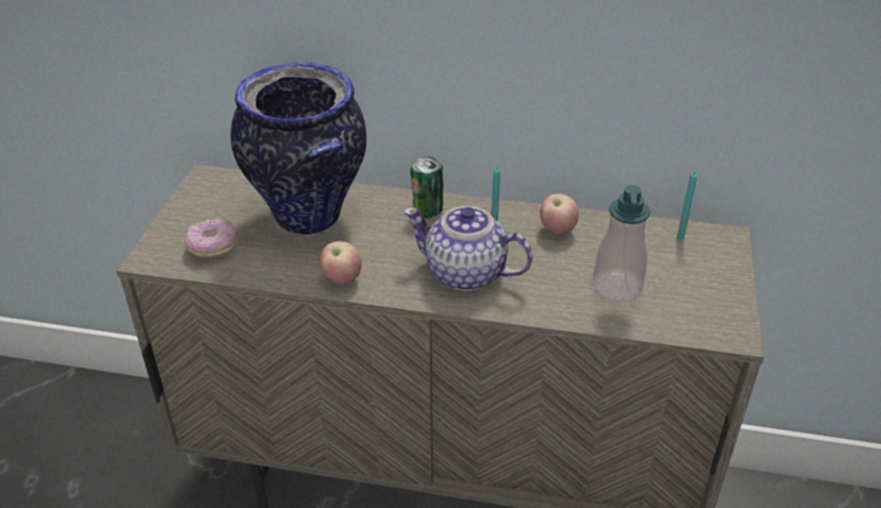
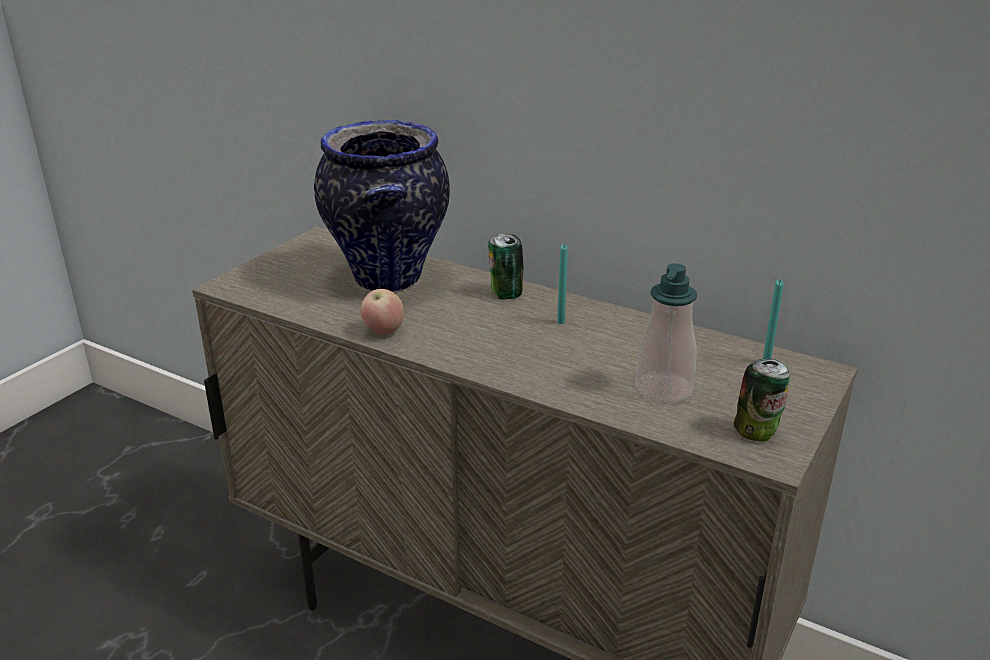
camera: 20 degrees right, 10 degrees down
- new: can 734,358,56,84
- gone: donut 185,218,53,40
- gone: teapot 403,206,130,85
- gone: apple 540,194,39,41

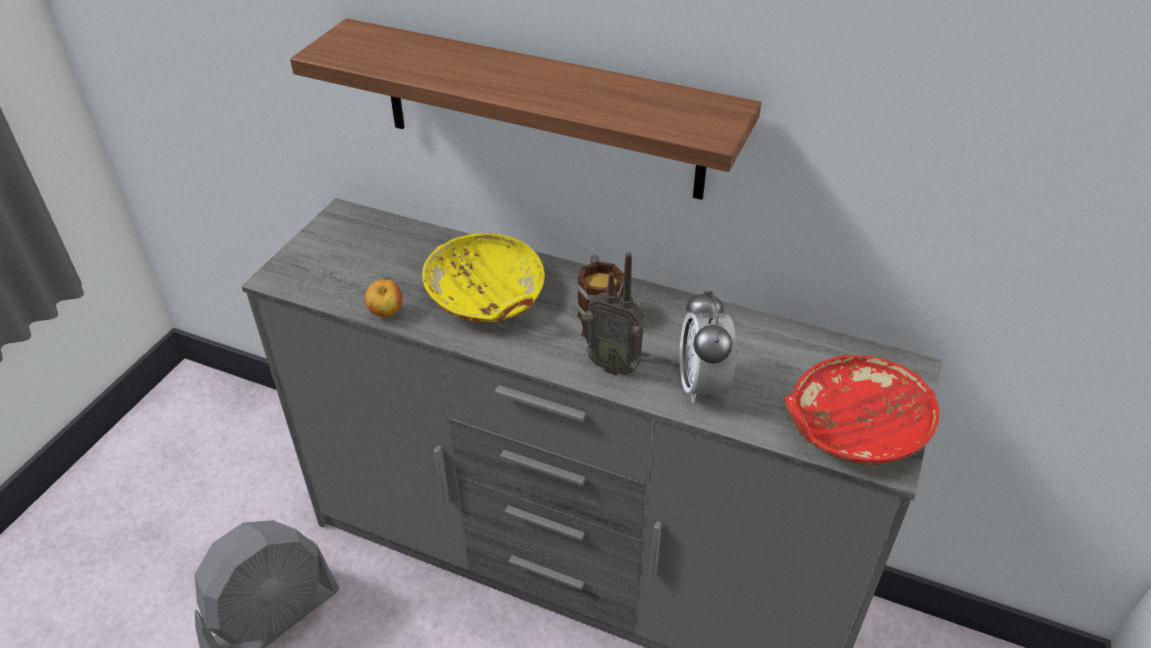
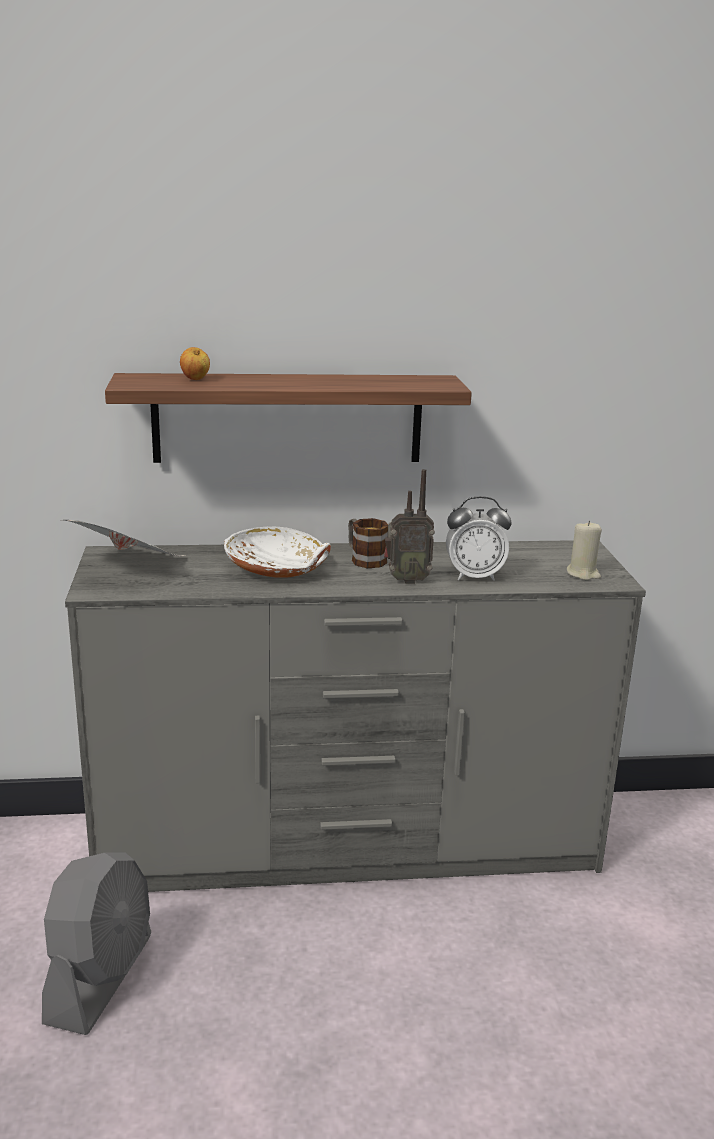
camera: 30 degrees left, 20 degrees down
- new: newspaper 64,520,122,36
- shifted: apple 365,279,38,38 to 180,347,30,33
- repainted: yellow bowl 422,233,123,90 to white bowl 224,527,107,51
- rotated: alarm clock 680,289,56,114 = 446,496,65,85 60 degrees counterclockwise
- swapped: red bowl 784,355,155,110 to beige candle 567,521,35,59

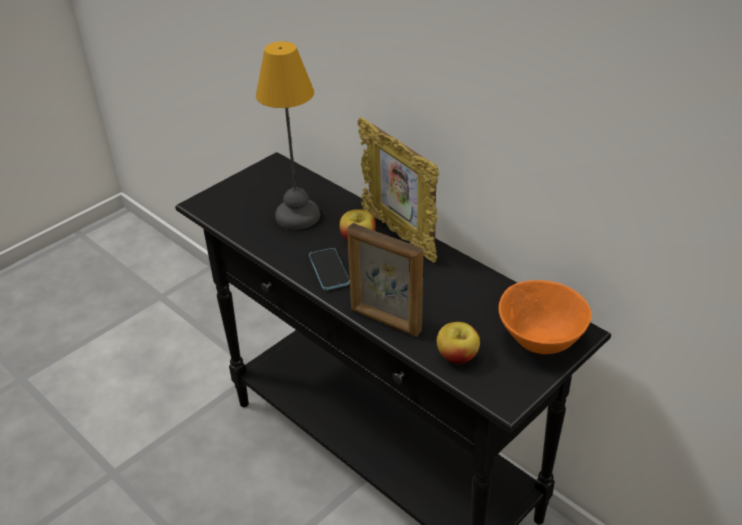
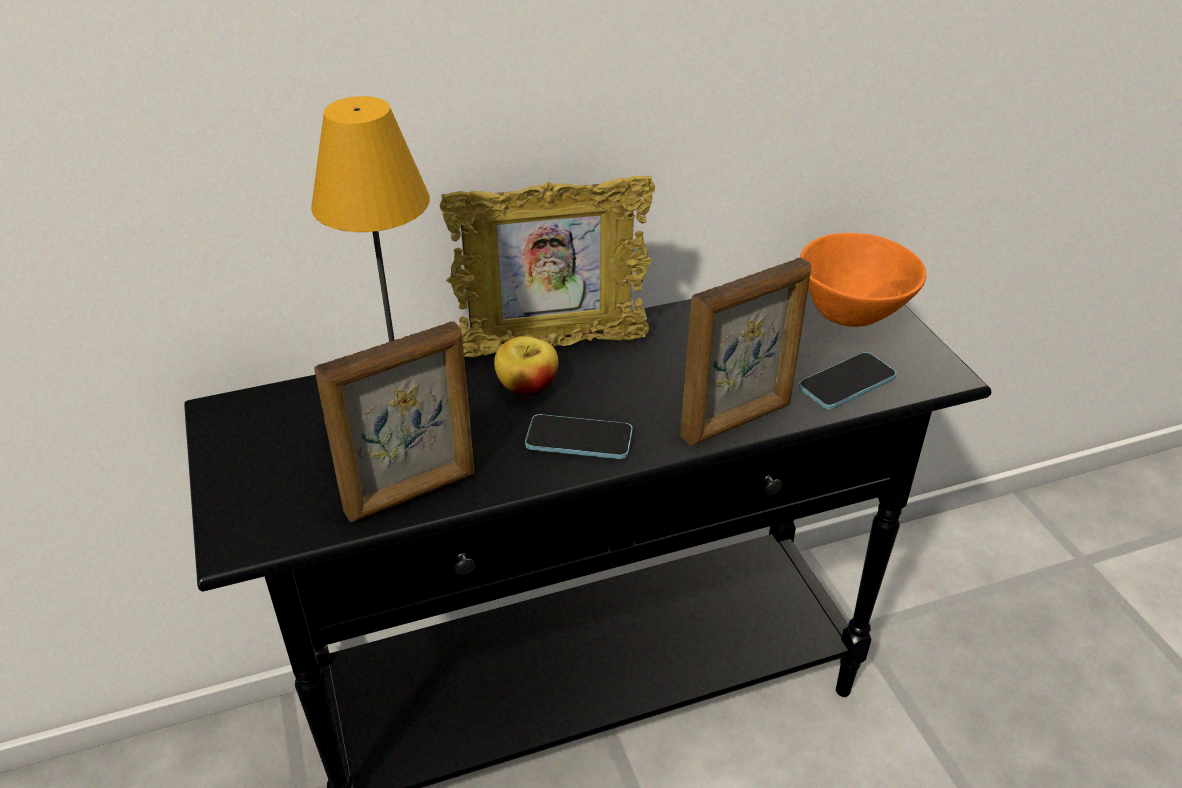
camera: 65 degrees left, 0 degrees up
- new: picture frame 314,321,161,201
- swapped: apple 437,322,43,42 to phone 799,352,97,57

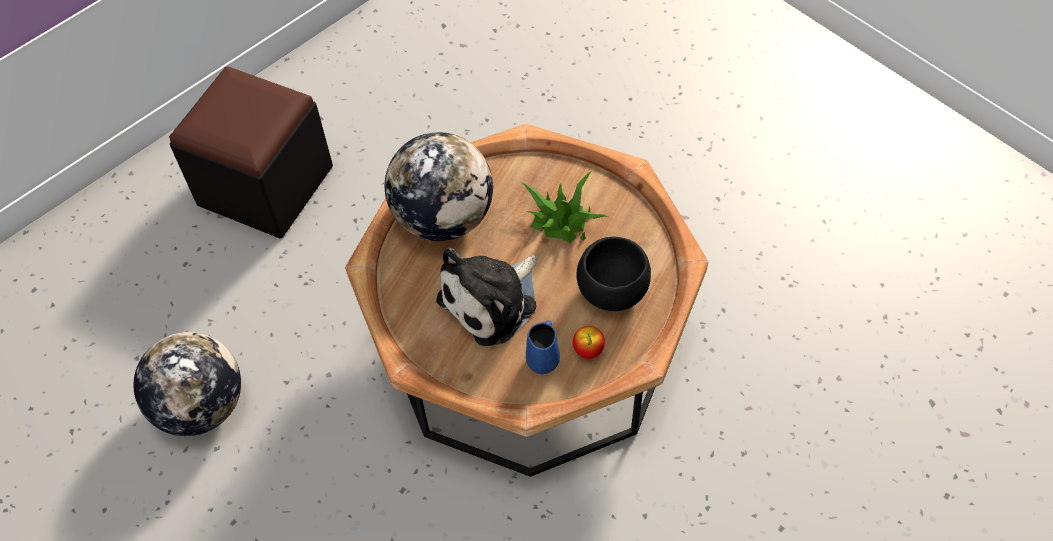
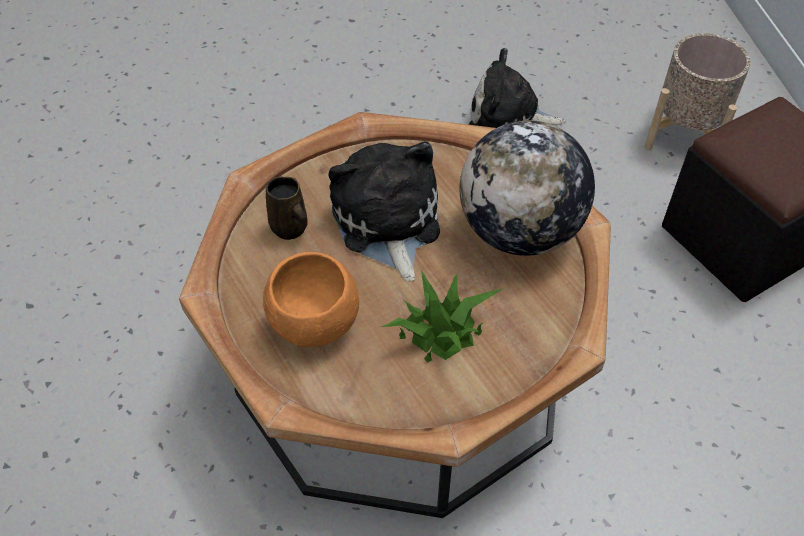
camera: 120 degrees right, 5 degrees down
- repainted: black bowl 577,237,74,74 to orange bowl 263,252,96,95
- repainted: blue mug 526,320,34,54 to brown mug 266,176,42,64
- swapped: globe 133,332,108,104 to plush toy 469,48,97,80
- new: beige planter 645,33,105,117
- gone: apple 573,326,32,33

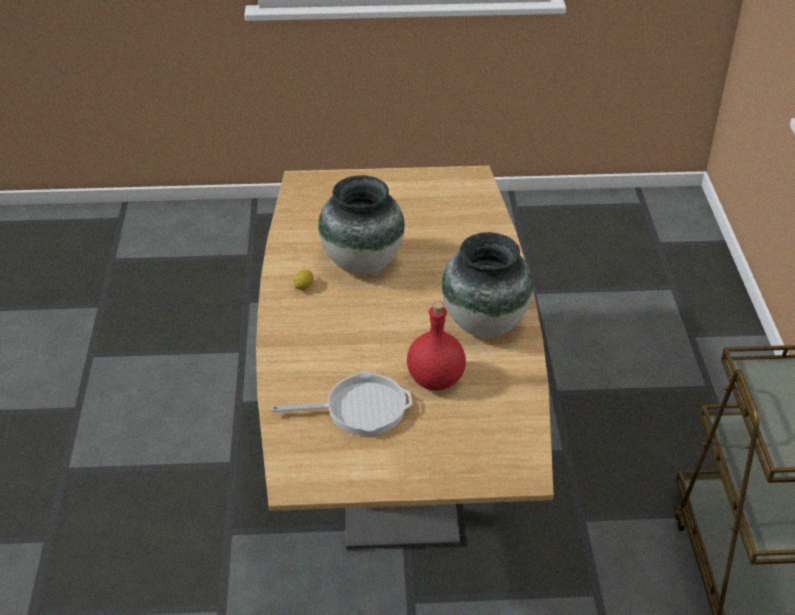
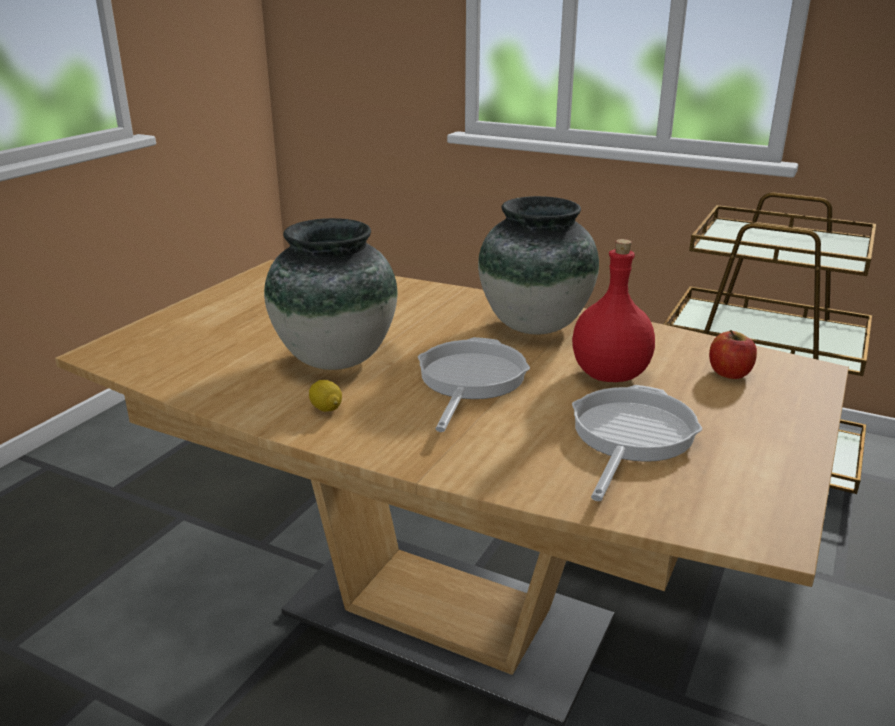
camera: 60 degrees left, 15 degrees down
- new: frying pan 418,337,112,95
- new: apple 709,330,48,49

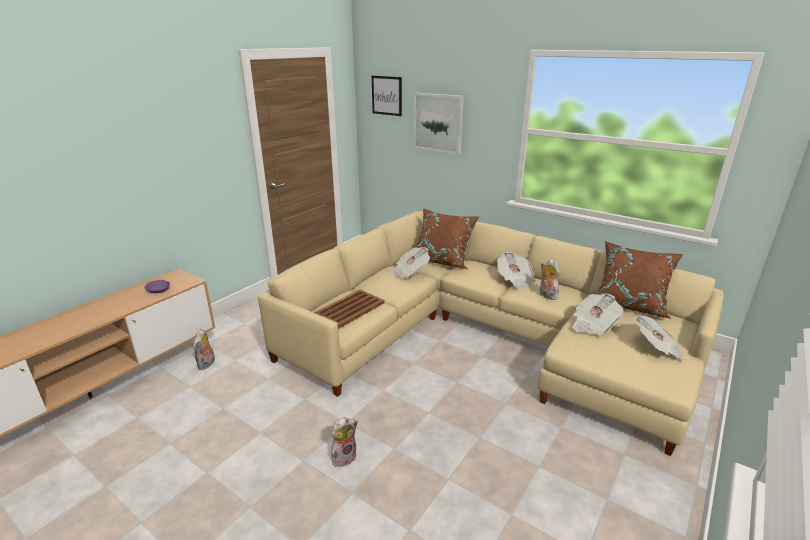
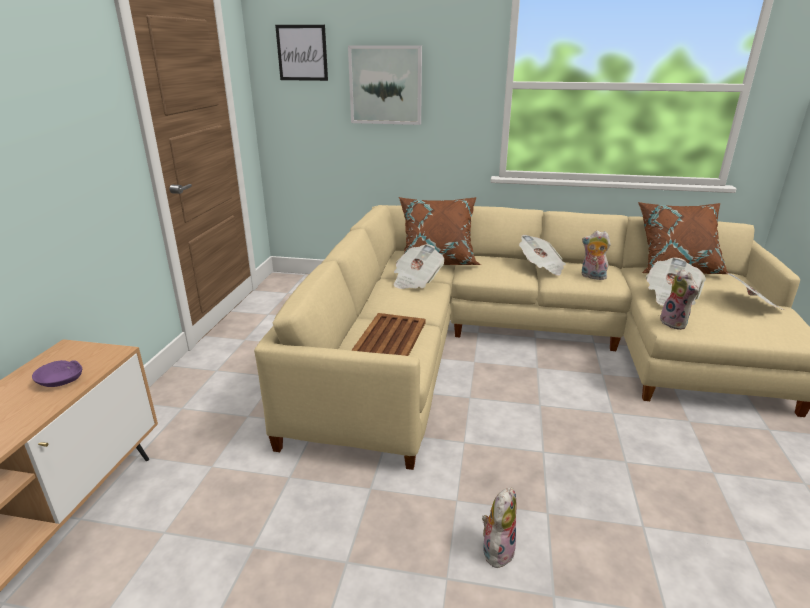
camera: 25 degrees left, 0 degrees up
- shifted: plush toy 192,329,23,41 to 660,269,39,61

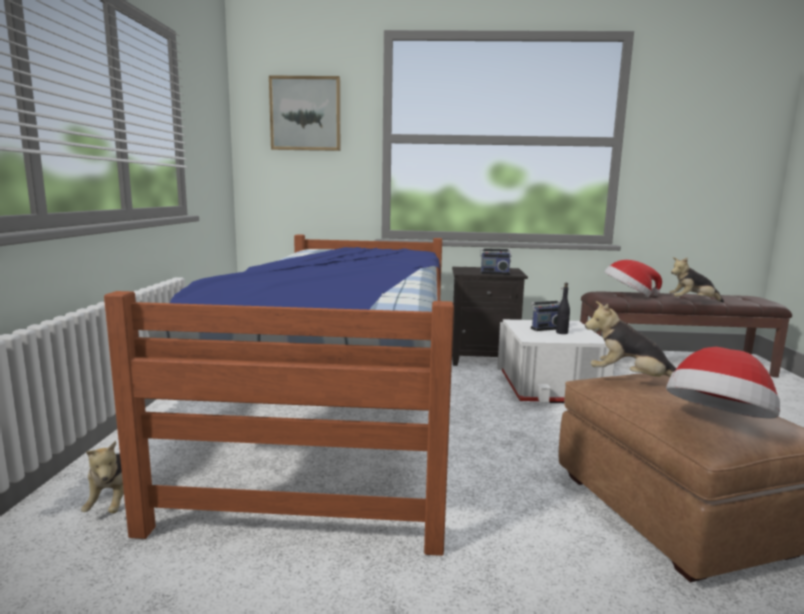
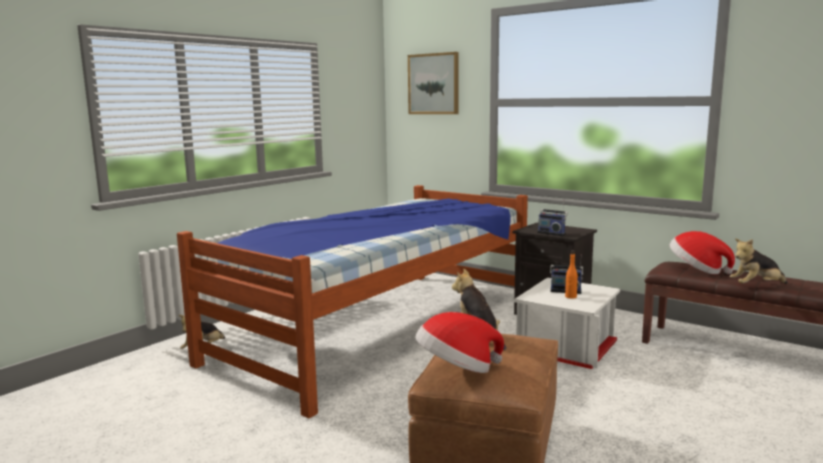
camera: 35 degrees right, 0 degrees up
- repainted: black bottle 556,283,14,51 to orange bottle 565,250,13,49
- rotated: plush toy 669,257,55,45 = 730,238,58,46 45 degrees counterclockwise

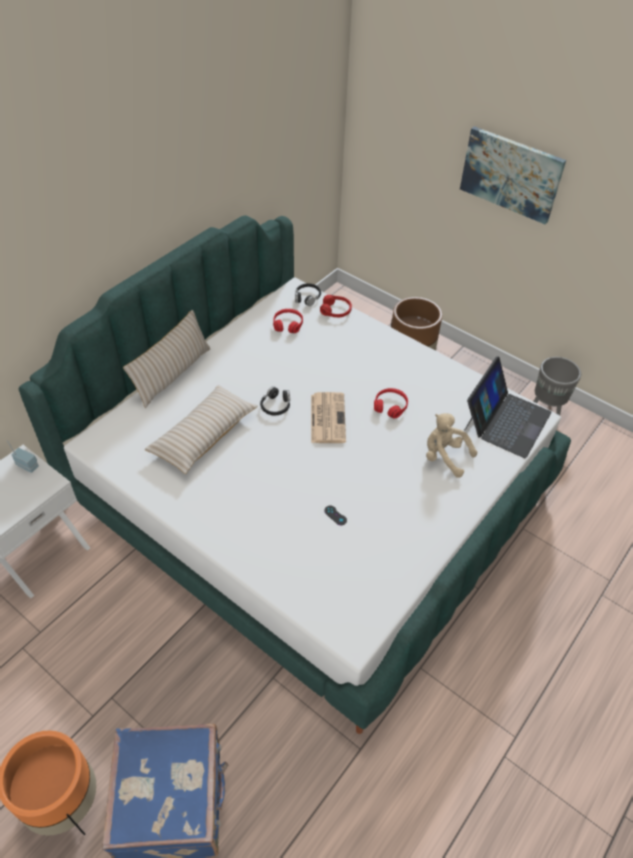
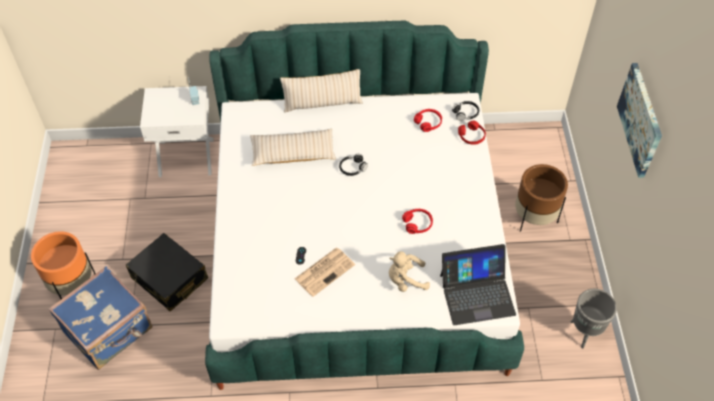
camera: 50 degrees right, 5 degrees up
- new: black suitcase 126,233,82,78
- shifted: newspaper 311,392,35,51 to 295,248,60,49
- rotated: beige plush toy 426,413,52,65 = 389,251,41,41 90 degrees counterclockwise

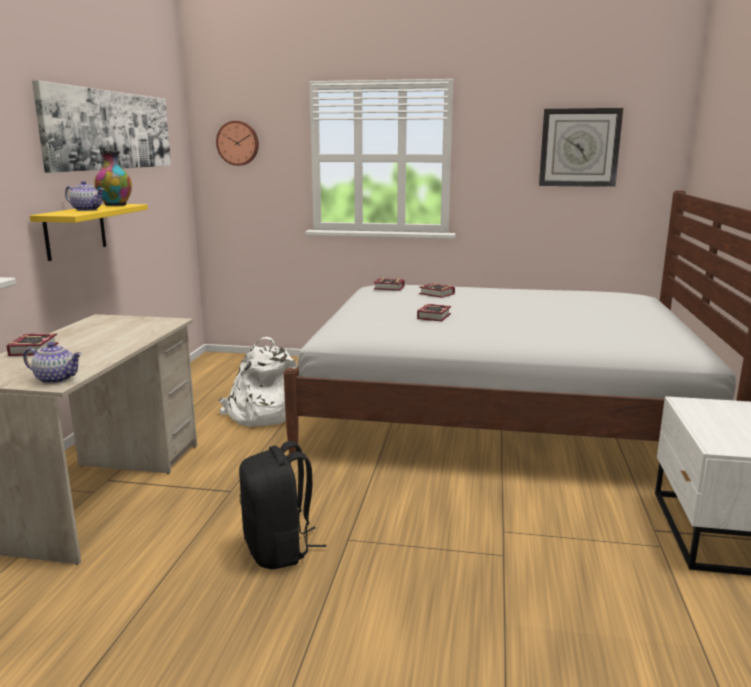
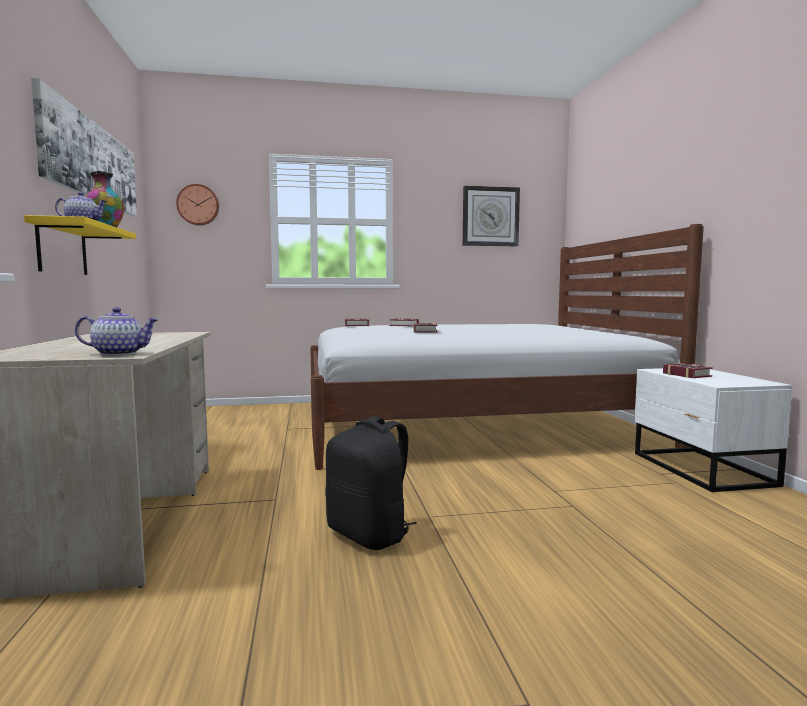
camera: 20 degrees left, 10 degrees down
- shifted: book 6,333,53,23 to 663,363,50,15
- gone: white backpack 219,337,78,90

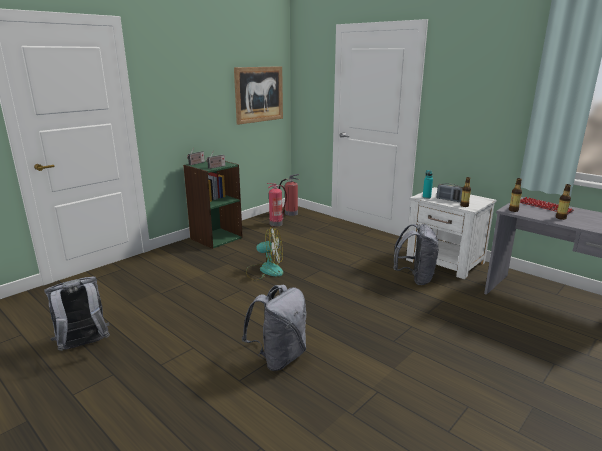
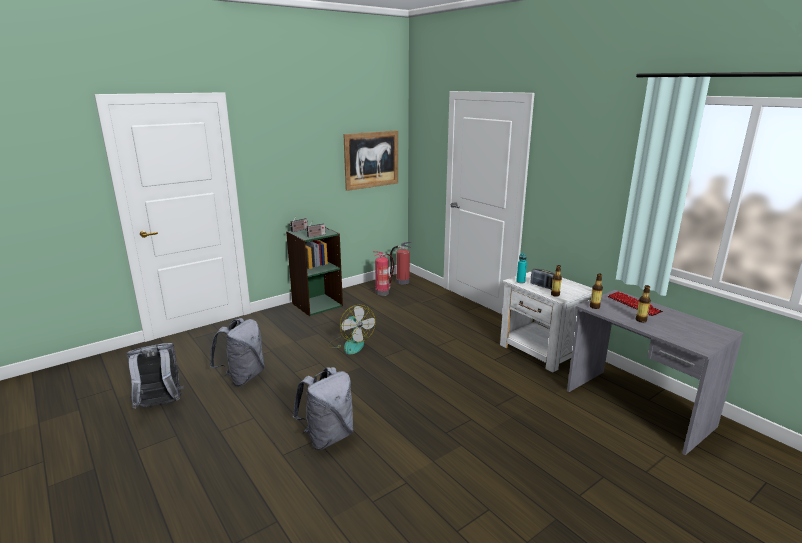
camera: 10 degrees right, 0 degrees up
- shifted: grey backpack 393,224,46,61 to 210,318,55,68
- rotated: fan 246,227,37,53 = 328,305,48,49 45 degrees clockwise

